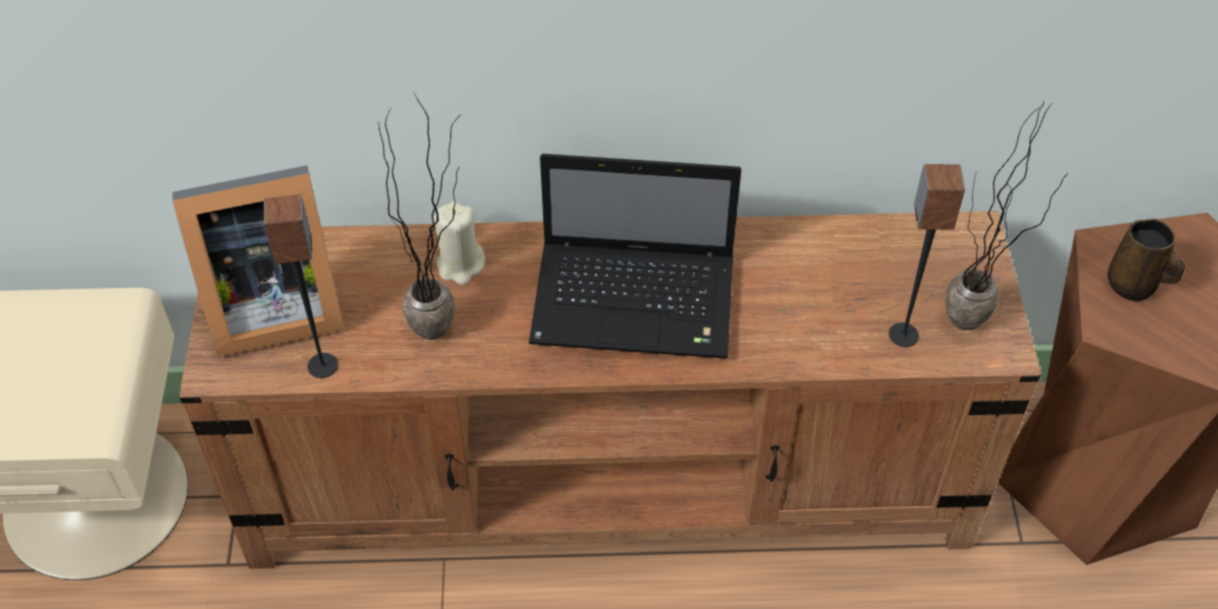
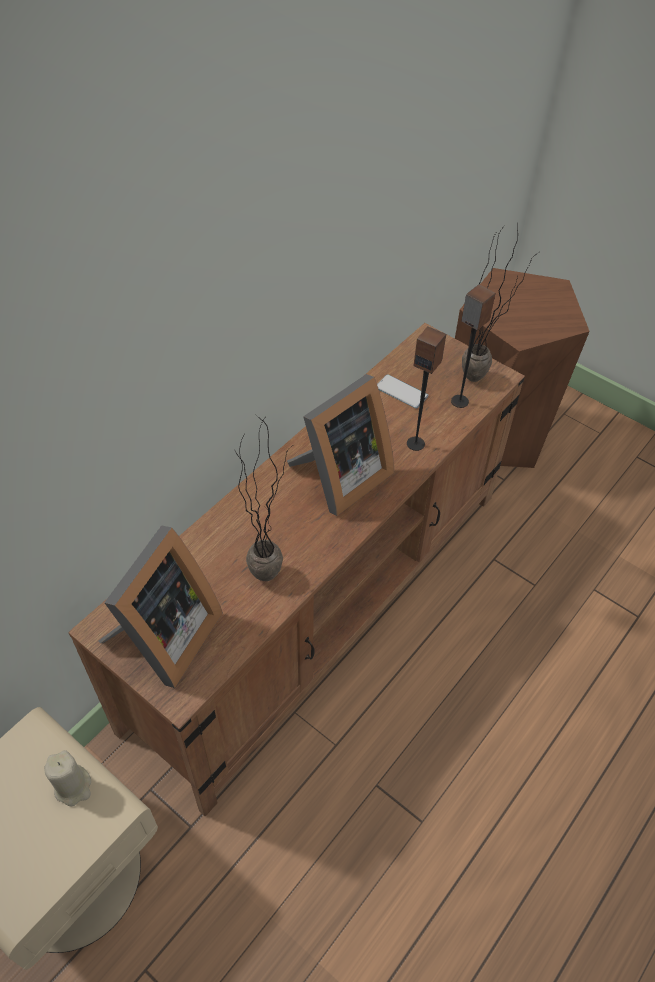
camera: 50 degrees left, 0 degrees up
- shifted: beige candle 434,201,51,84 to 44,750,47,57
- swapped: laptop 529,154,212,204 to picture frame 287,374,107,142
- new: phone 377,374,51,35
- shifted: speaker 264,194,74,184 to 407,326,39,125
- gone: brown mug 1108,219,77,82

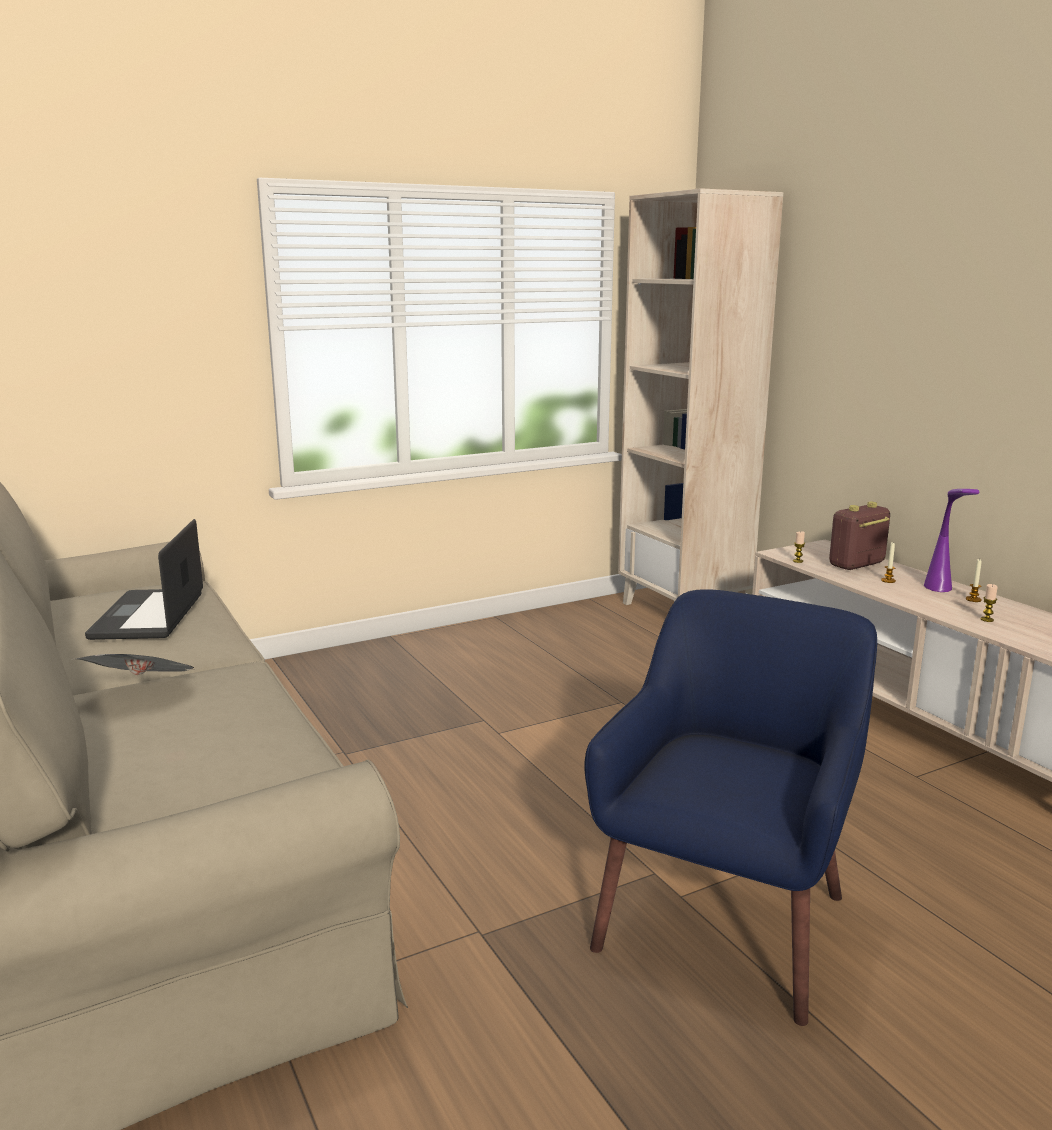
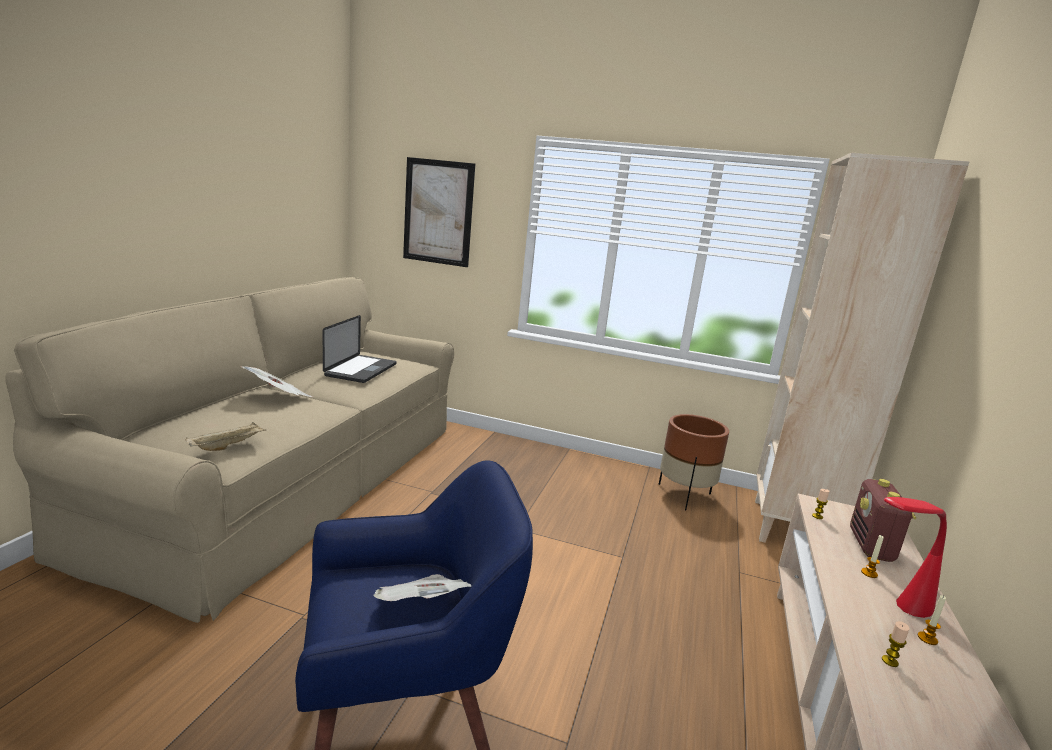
camera: 45 degrees right, 0 degrees up
- new: beige tray 185,422,81,29
- rotated: laptop 85,519,118,121 = 323,315,74,68 150 degrees clockwise
- new: newspaper 373,574,99,27
- new: picture 403,157,72,110
- new: brown planter 659,414,70,96
- rotated: radio 829,502,61,68 = 850,479,66,83 90 degrees counterclockwise
- repainted: purple table lamp 924,489,55,103 to red table lamp 884,497,63,121

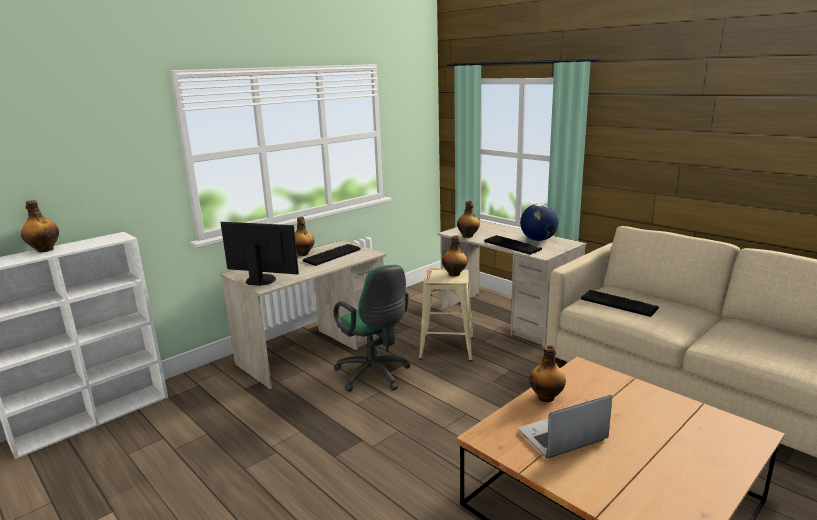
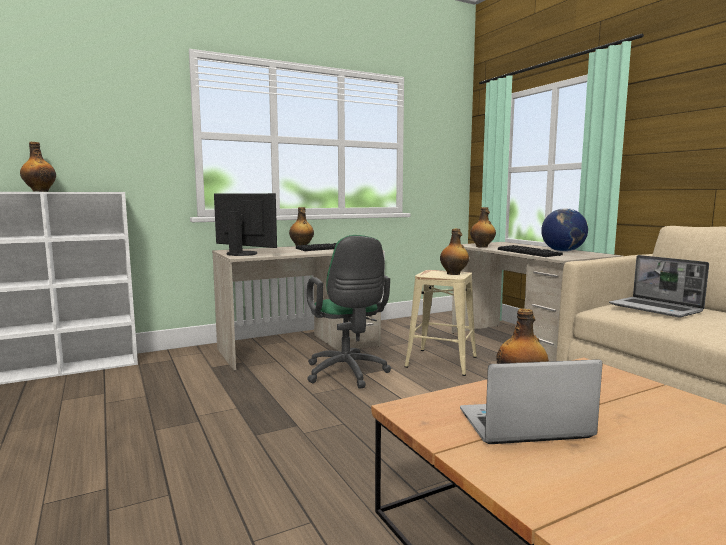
camera: 15 degrees right, 10 degrees down
- swapped: keyboard 581,290,78,27 to laptop 609,255,100,62

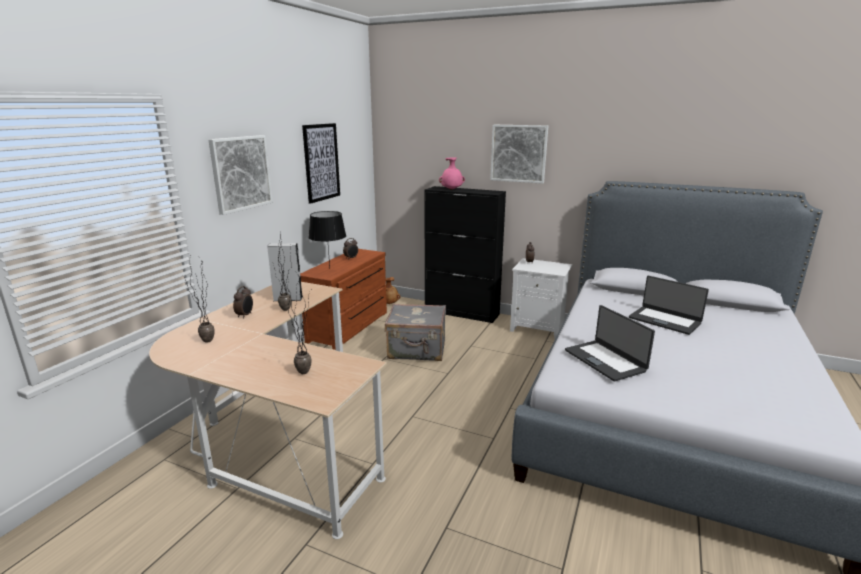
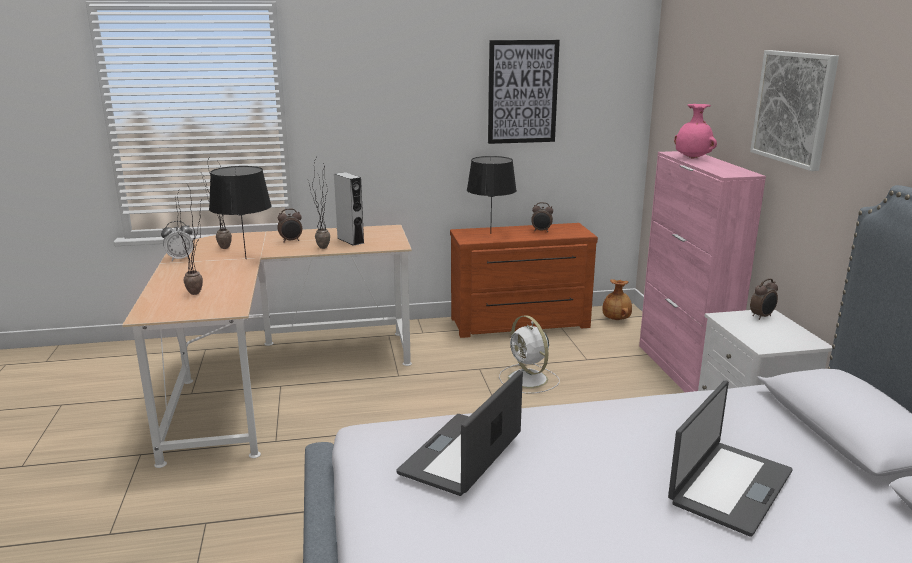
camera: 55 degrees right, 0 degrees up
- new: alarm clock 161,221,32,40
- new: black table lamp 209,166,63,92
- swapped: grey suitcase 385,304,61,57 to white fan 499,315,61,79
- repainted: black cabinet 424,186,82,137 to pink cabinet 639,151,127,241
- rotated: laptop 629,276,80,59 = 668,380,125,157 150 degrees counterclockwise
- gone: picture 209,135,64,80

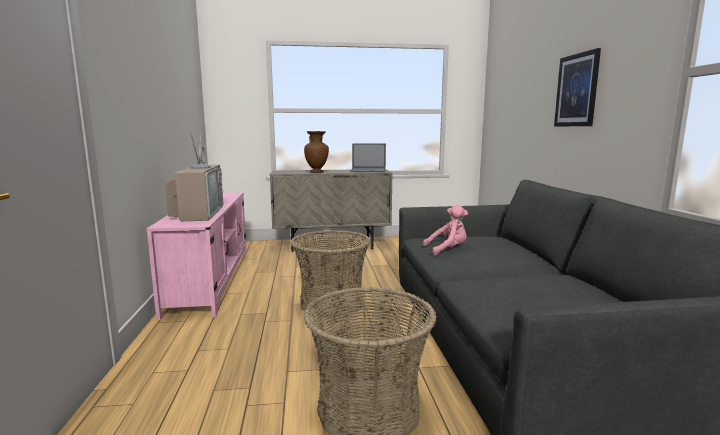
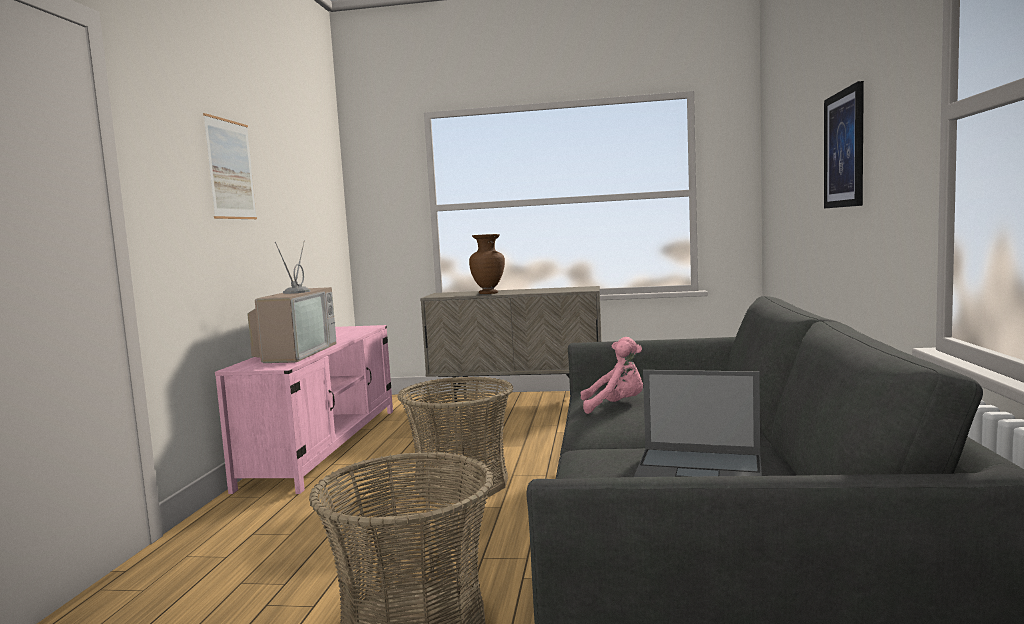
camera: 15 degrees right, 5 degrees down
- new: picture 203,113,54,106
- shifted: laptop 350,143,36,29 to 634,370,128,107

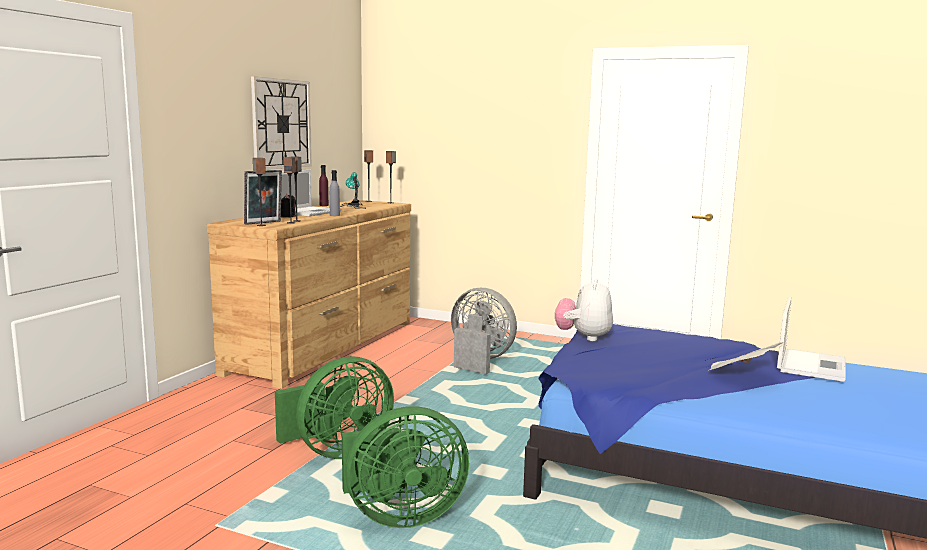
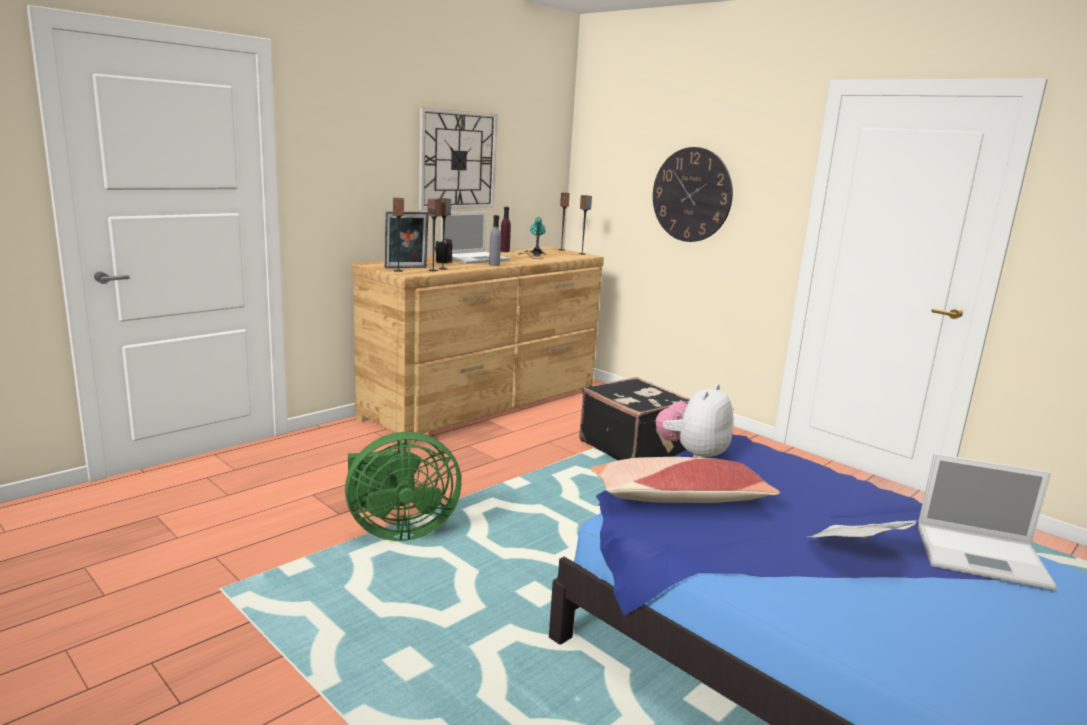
camera: 20 degrees right, 5 degrees up
- swapped: grey fan 451,288,66,87 to black suitcase 579,377,111,83
- new: pillow 590,457,190,46
- new: wall clock 653,147,80,95
- rotated: laptop 777,297,69,85 = 918,453,139,138 60 degrees clockwise
- gone: green fan 342,406,127,122

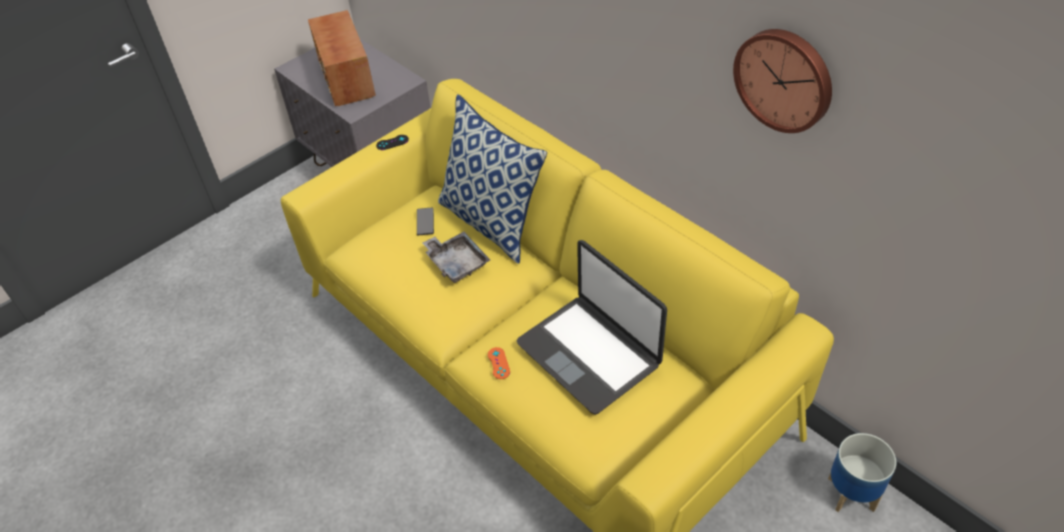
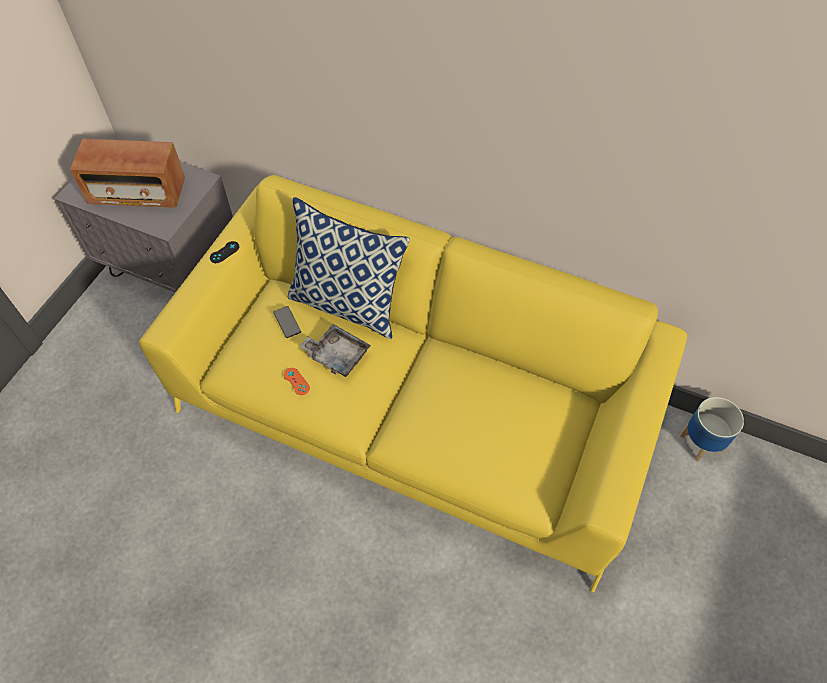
camera: 25 degrees left, 10 degrees up
- rotated: radio 308,10,68,96 = 70,139,115,69 45 degrees counterclockwise
- shifted: orange game controller 488,347,22,32 to 284,368,26,27
- gone: laptop 517,240,150,175
- gone: wall clock 733,29,99,104

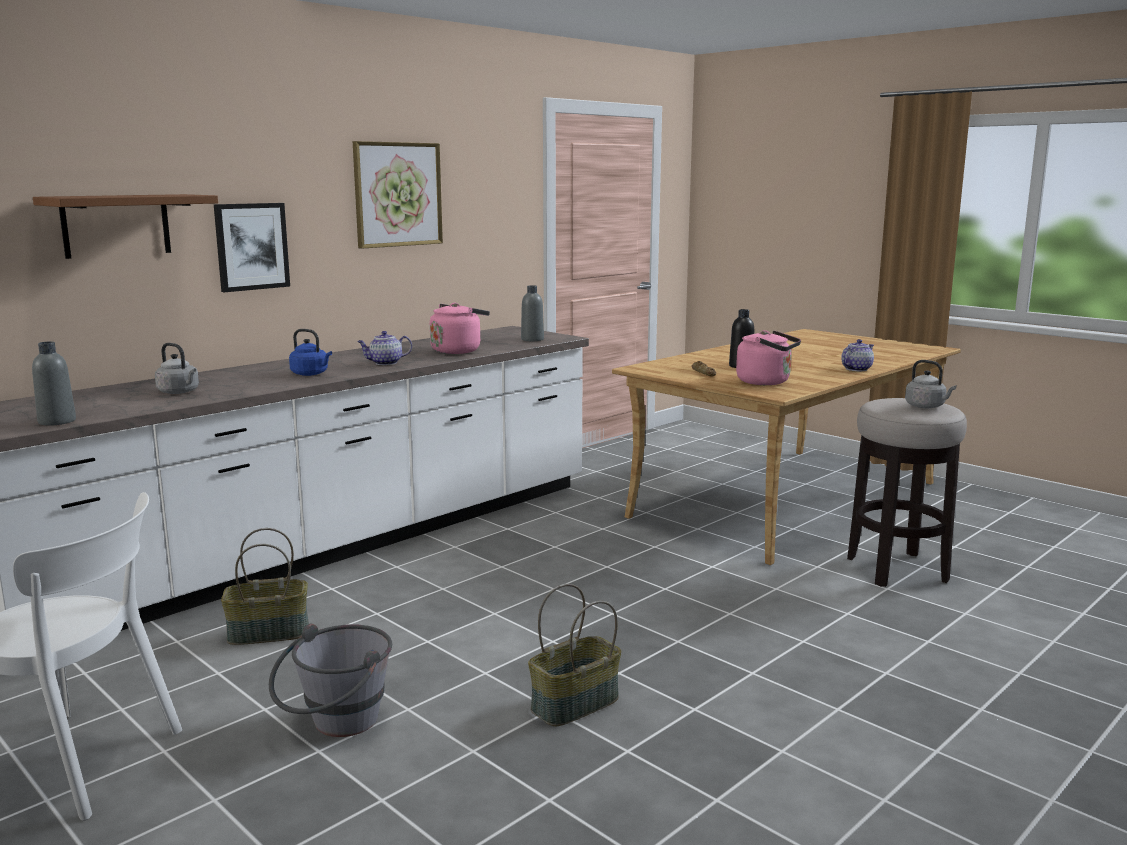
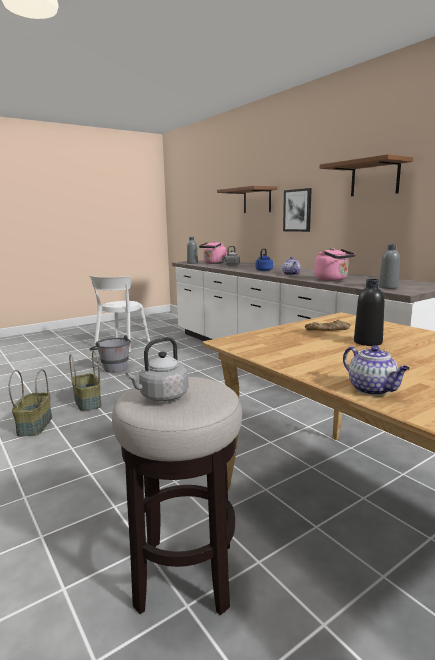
camera: 100 degrees right, 0 degrees up
- shifted: basket 221,528,88,117 to 9,369,43,68
- shifted: pink kettle 736,330,65,55 to 199,241,28,23
- swapped: picture 353,141,90,108 to brown shelf 319,154,94,42

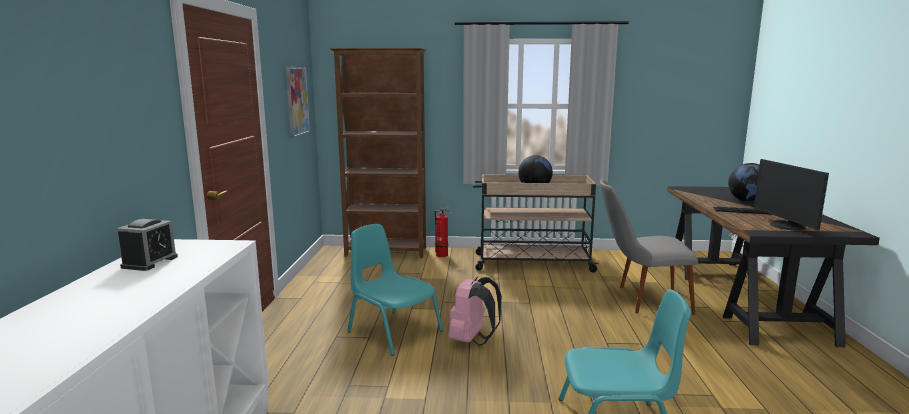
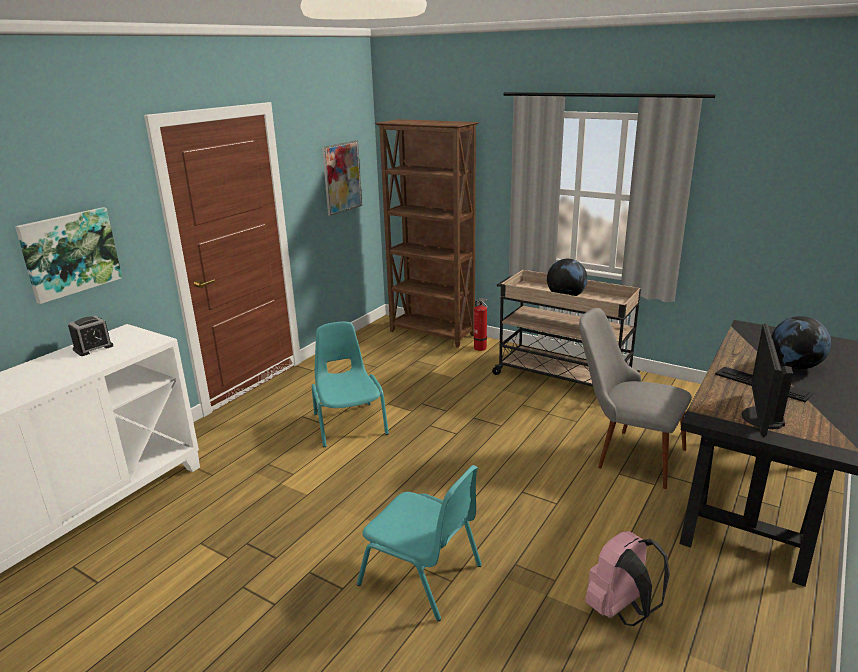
camera: 30 degrees right, 10 degrees up
- new: picture 15,207,107,97
- shifted: pink backpack 448,277,54,69 to 585,531,85,95

